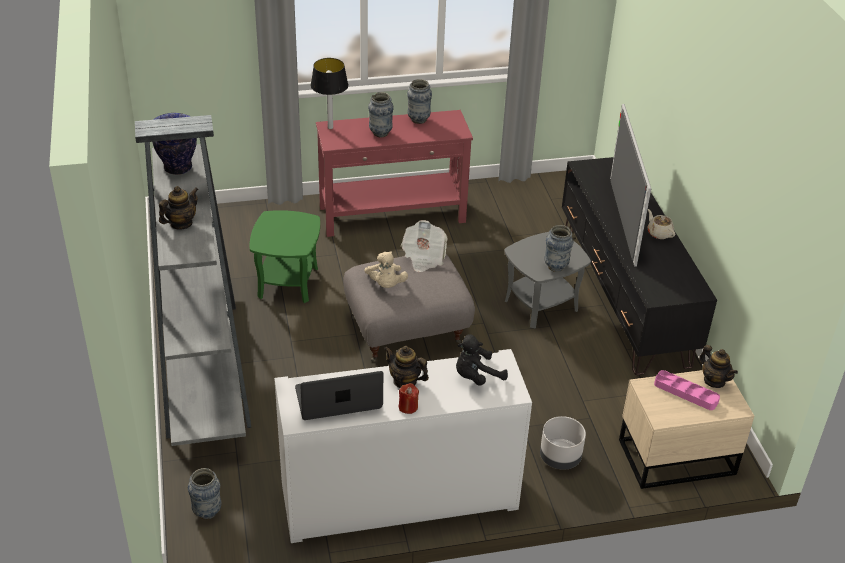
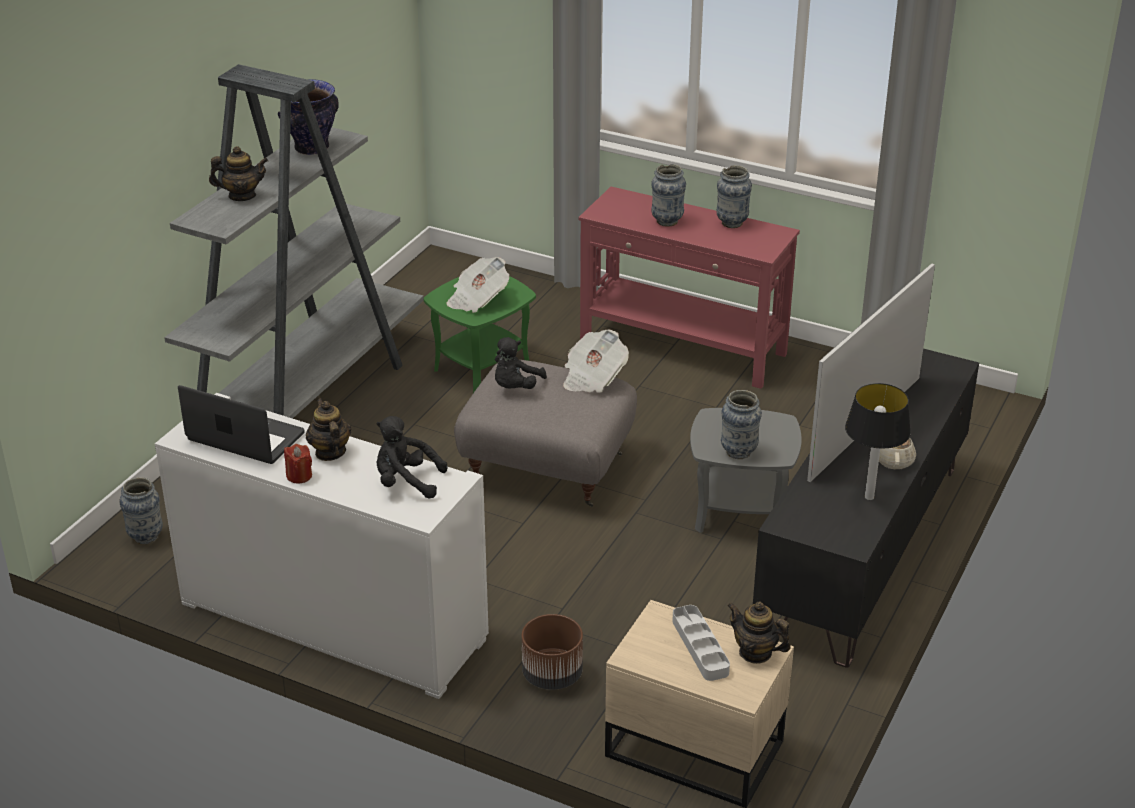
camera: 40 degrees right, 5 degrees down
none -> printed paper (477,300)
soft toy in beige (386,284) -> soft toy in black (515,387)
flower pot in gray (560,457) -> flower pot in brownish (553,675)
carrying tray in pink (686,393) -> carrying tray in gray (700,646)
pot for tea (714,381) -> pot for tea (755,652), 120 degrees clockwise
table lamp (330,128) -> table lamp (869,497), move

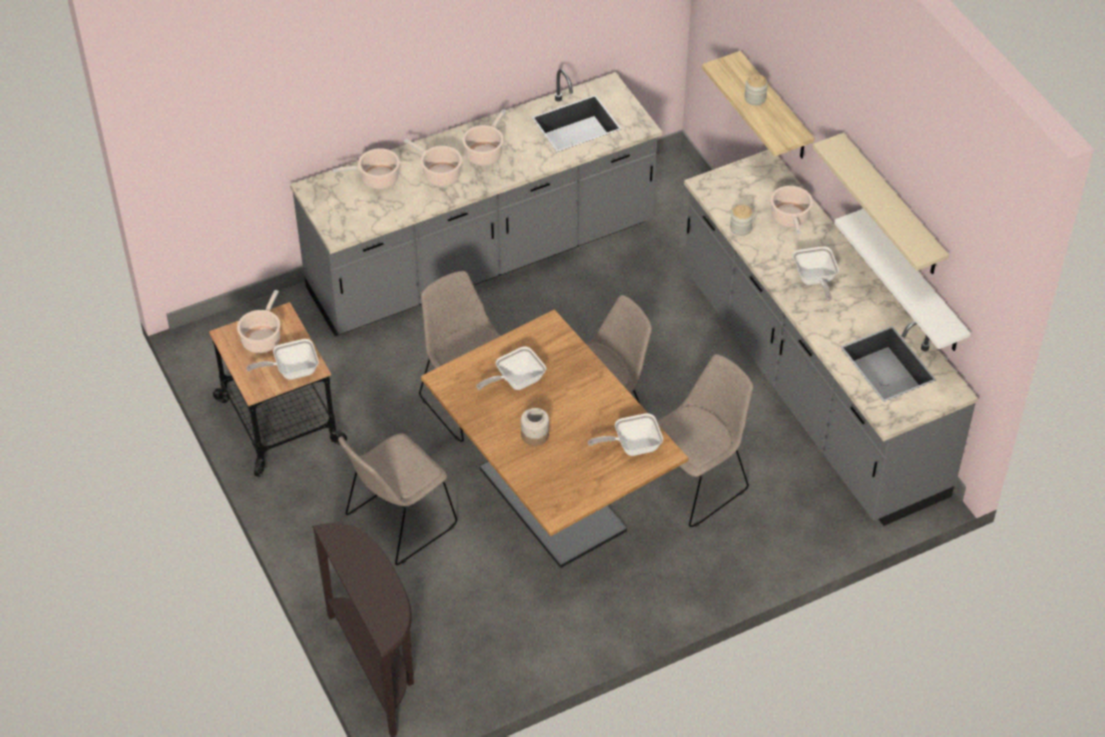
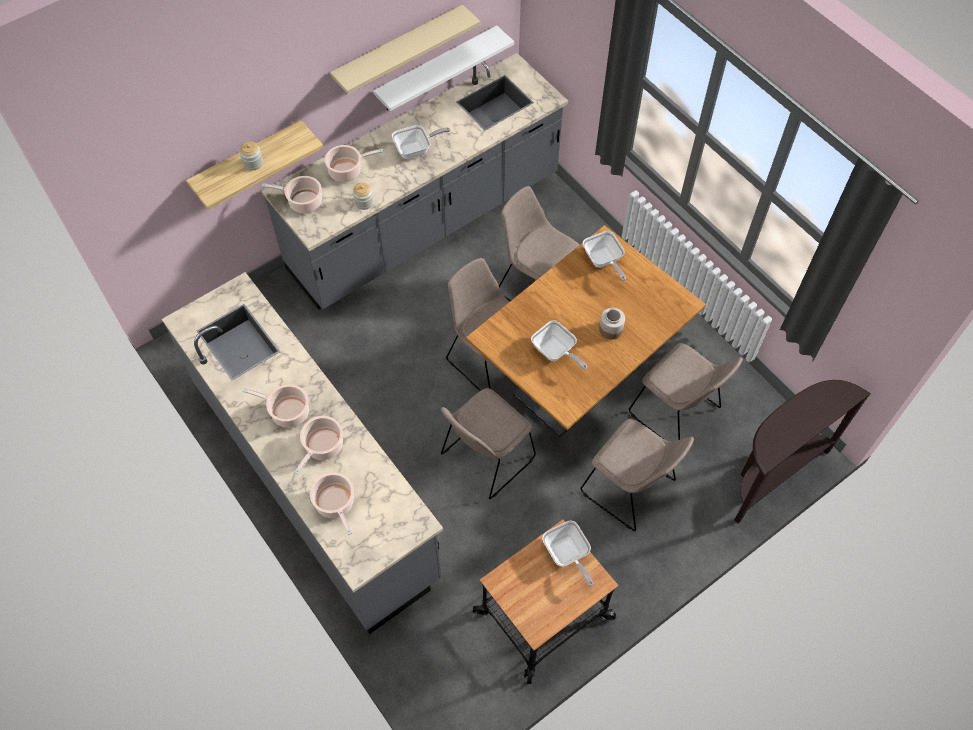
camera: 100 degrees left, 10 degrees up
saucepot (262,338) -> saucepot (303,202), move
none -> upright chair in beige (676,413)

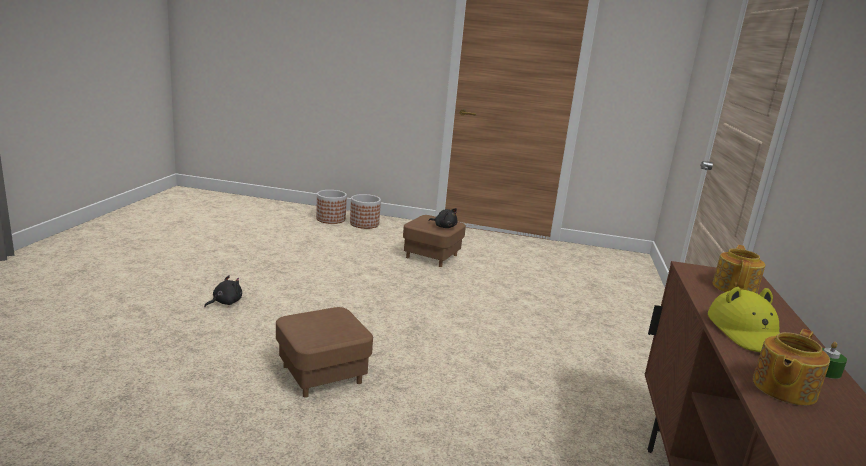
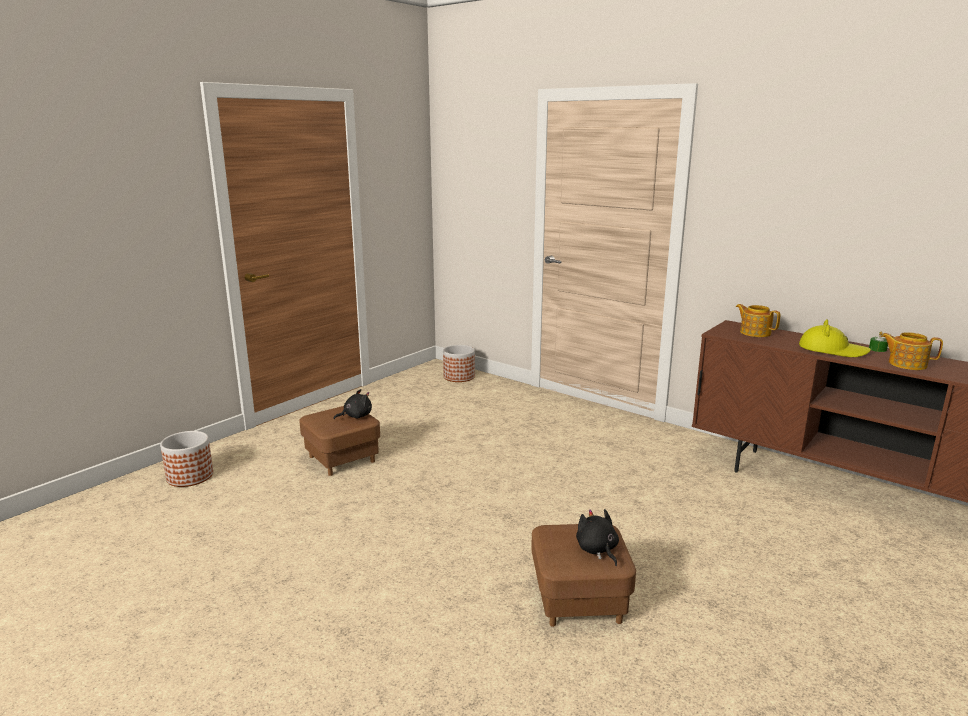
camera: 60 degrees left, 0 degrees up
flower pot (331,219) -> flower pot (459,377), move
soft toy in black (225,302) -> soft toy in black (597,550), move
pot for tea (782,388) -> pot for tea (906,364), 135 degrees clockwise

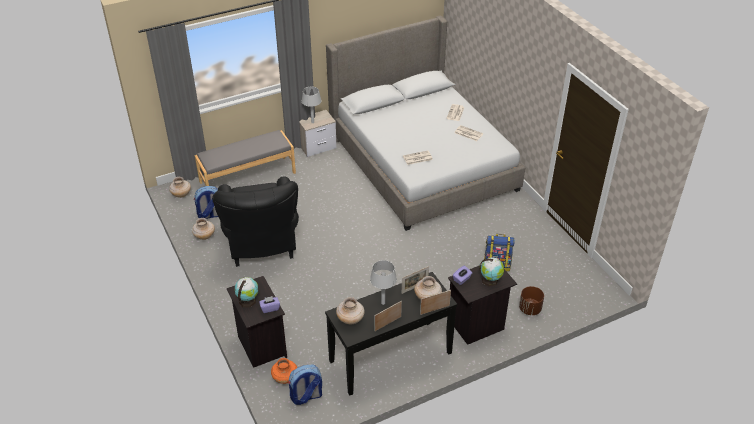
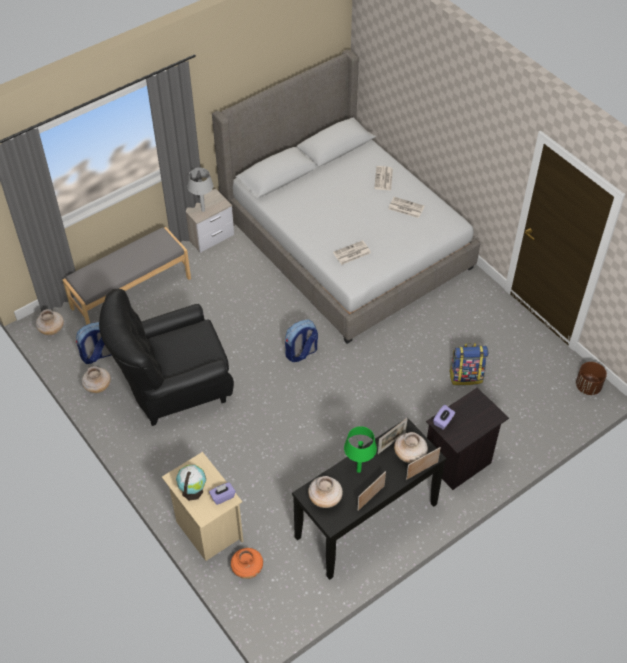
camera: 10 degrees left, 10 degrees up
easy chair in black (261,244) -> easy chair in black (173,388), 90 degrees clockwise
night table in black (261,345) -> night table in beige (207,530)
rucksack (306,396) -> rucksack (301,353), move
table lamp in gray (383,303) -> table lamp in greenish (358,471)
flower pot in brownish (530,309) -> flower pot in brownish (588,387), move
globe (490,280) -> none

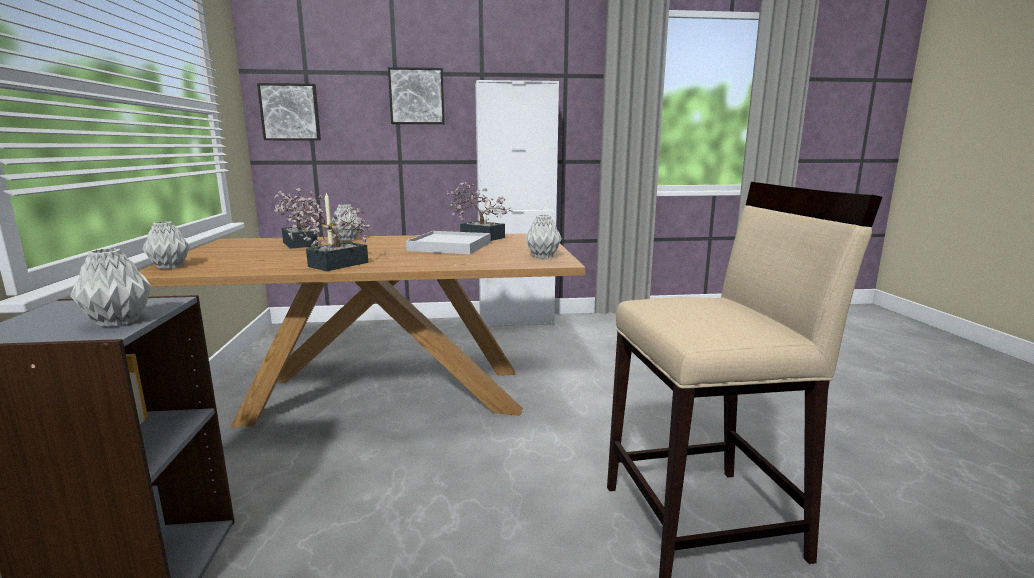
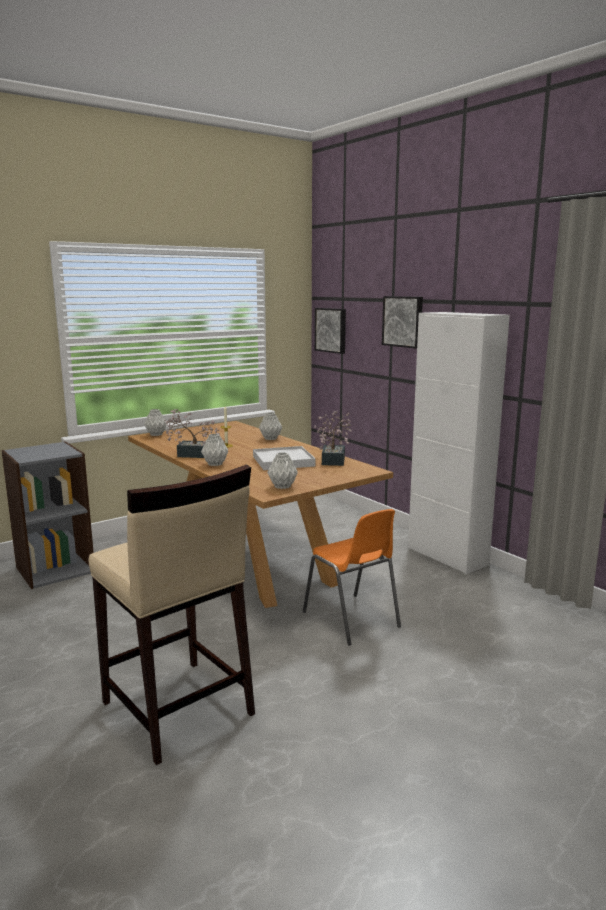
camera: 60 degrees right, 0 degrees up
vase in gray (117,322) -> vase in gray (215,464), move
none -> upright chair in orange-coloured (351,620)
potted plant (300,245) -> none

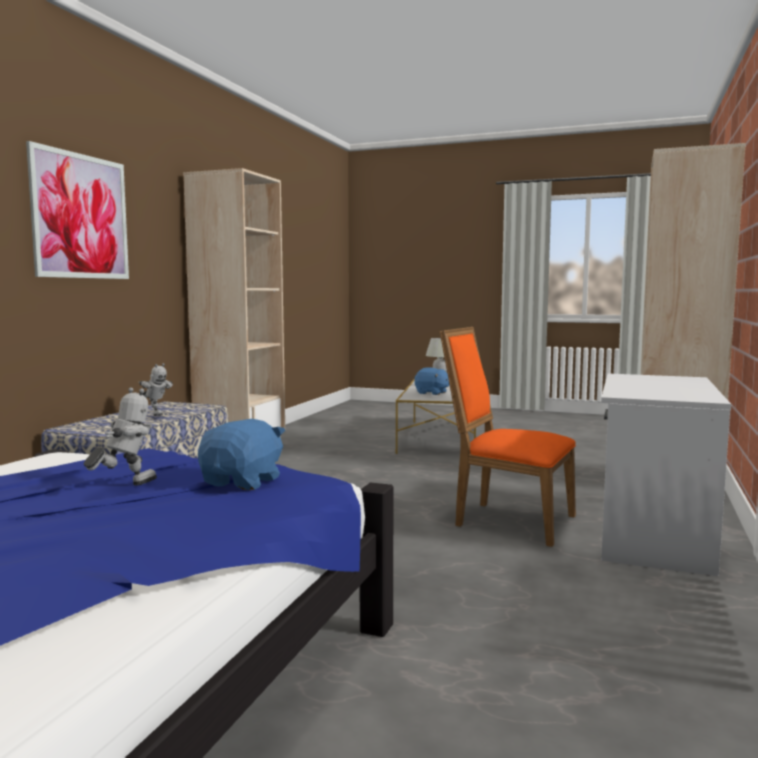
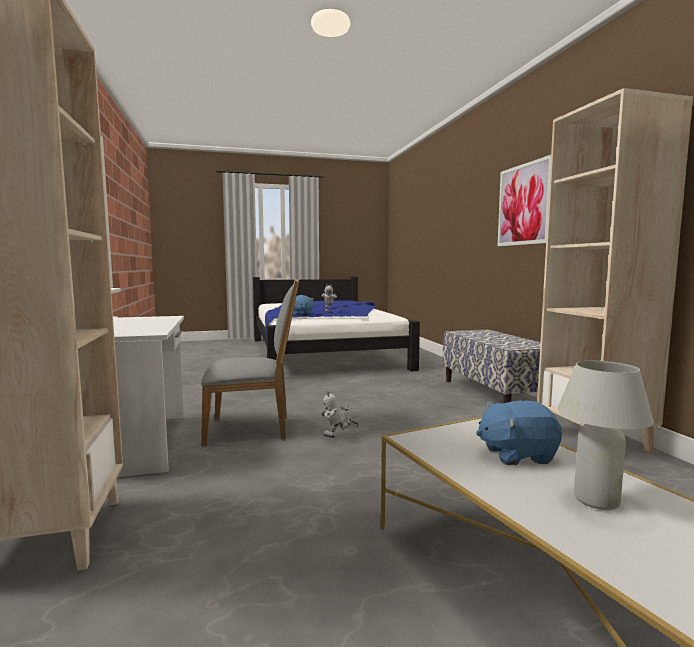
camera: 145 degrees right, 0 degrees up
upright chair in orange-coloured (508,520) -> upright chair in gray (254,429)
toy robot (155,414) -> toy robot (337,438), move

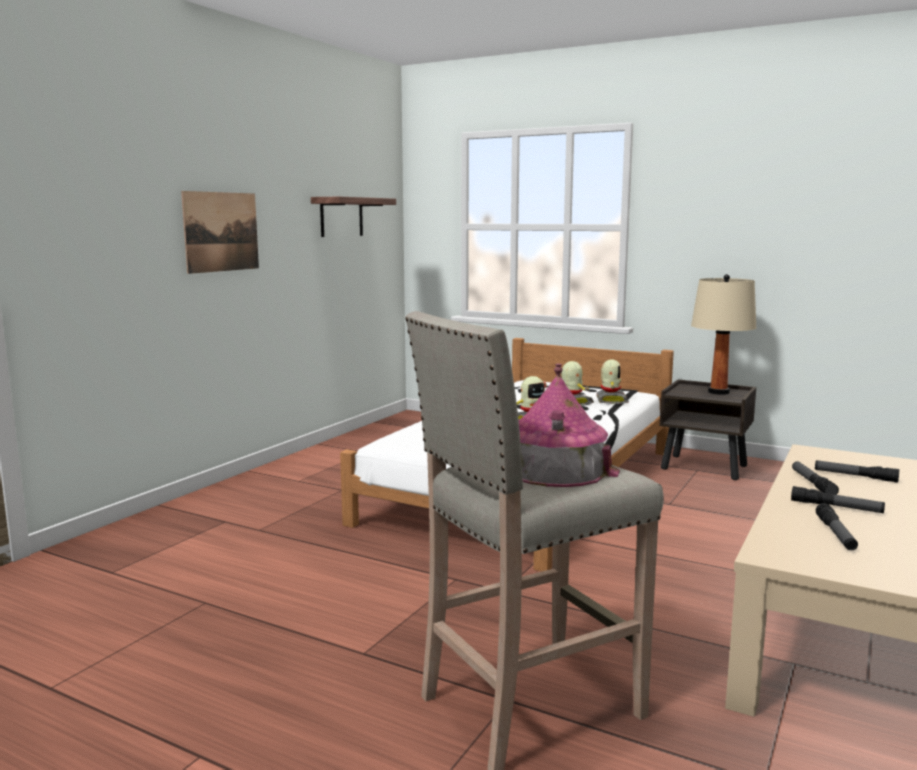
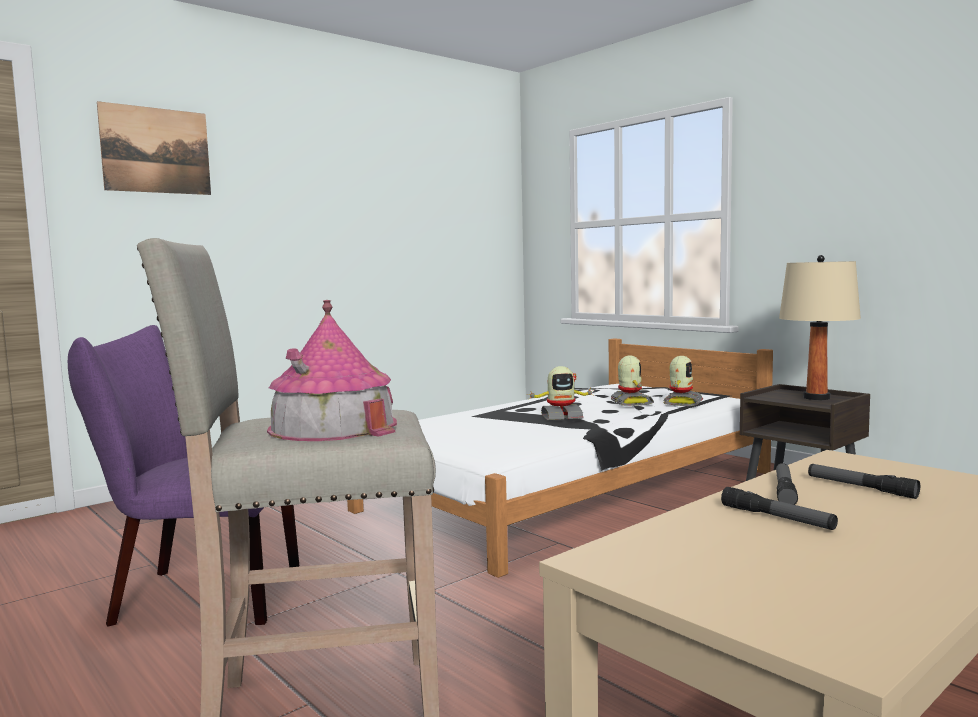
camera: 20 degrees right, 5 degrees down
none -> upright chair in purple-coloured (196,595)
wall picture (221,231) -> wall picture (156,150), move
bracket shelf (341,217) -> none
torch (836,534) -> none

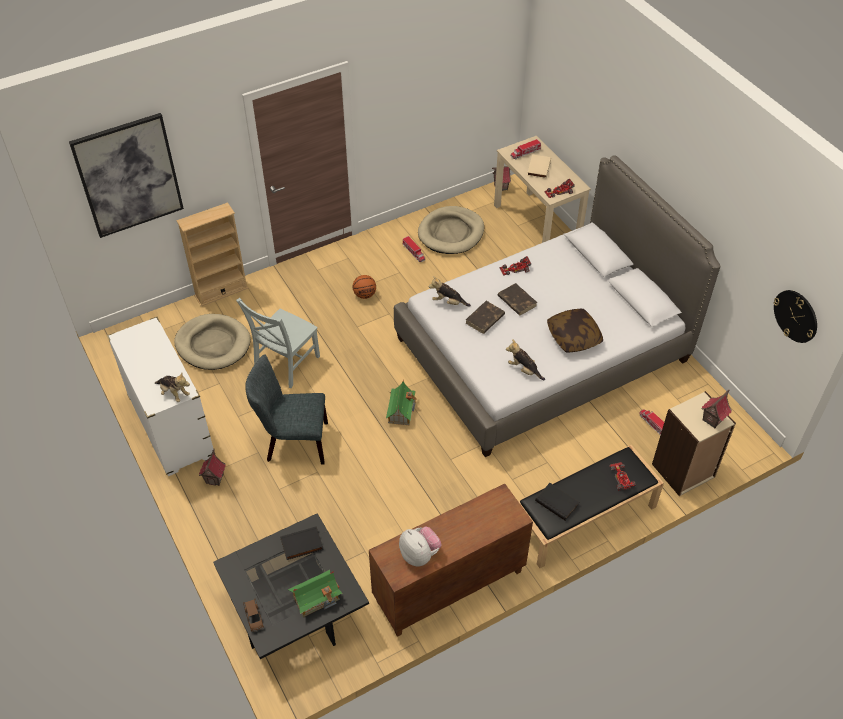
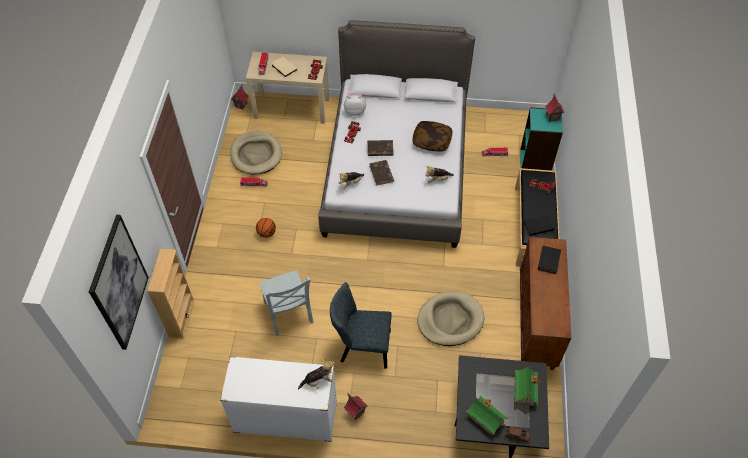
camera: 55 degrees left, 5 degrees up
upright chair in gray (292,442) -> upright chair in gray (361,347), 60 degrees clockwise
soft toy (419,554) -> soft toy (355,111), move
pet bed in beige (213,344) -> pet bed in beige (450,320), move
toy house (401,411) -> toy house (485,418), move
shelving unit in beige (683,471) -> shelving unit in turquoise-coloured (535,162)
volume in black (301,545) -> volume in black (549,261), move
hanging clock (796,316) -> none

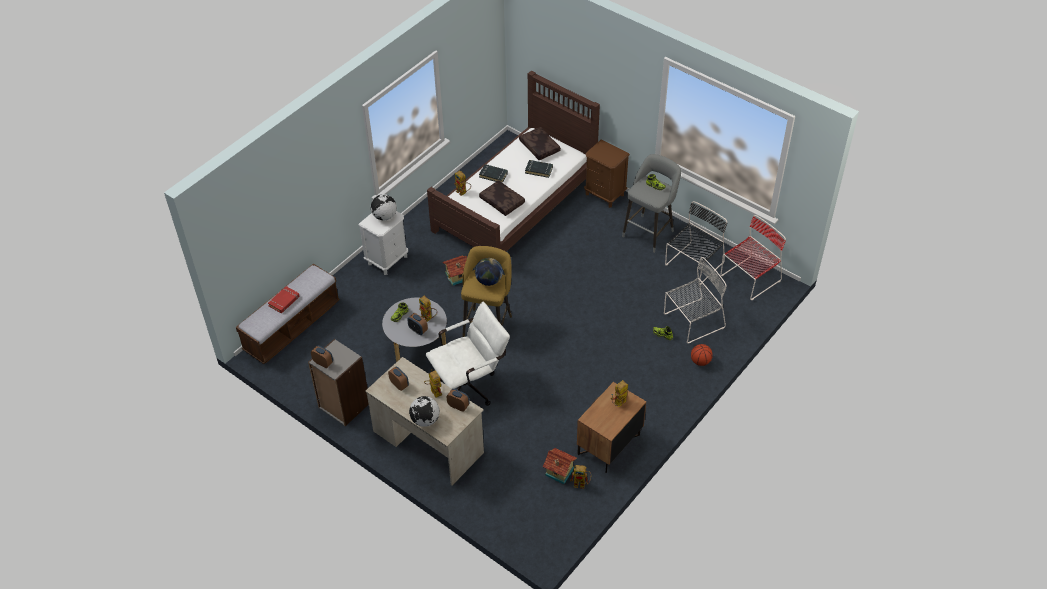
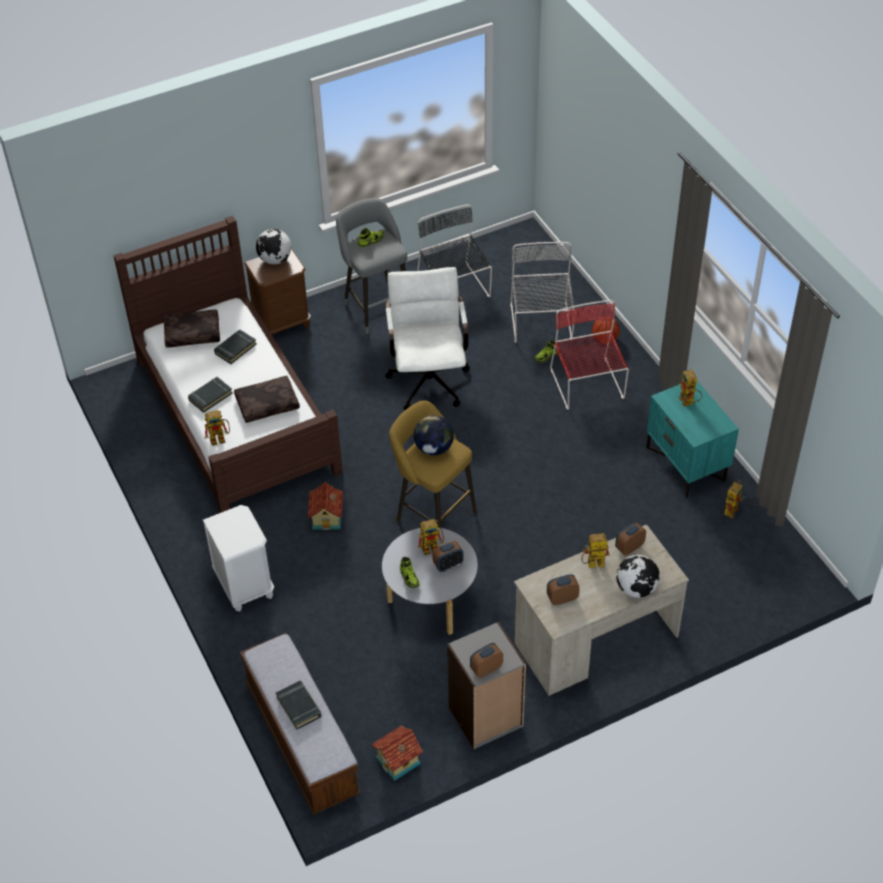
camera: 65 degrees left, 0 degrees up
globe (384,216) -> globe (275,260), move
volume in red-coloured (284,301) -> volume in black (299,706)
toy house (559,472) -> toy house (399,761), move
desk chair in whitish (470,385) -> desk chair in whitish (428,377), move
upright chair in red-coloured (749,279) -> upright chair in red-coloured (587,386), move
night table in brownish (609,445) -> night table in turquoise-coloured (686,464)

